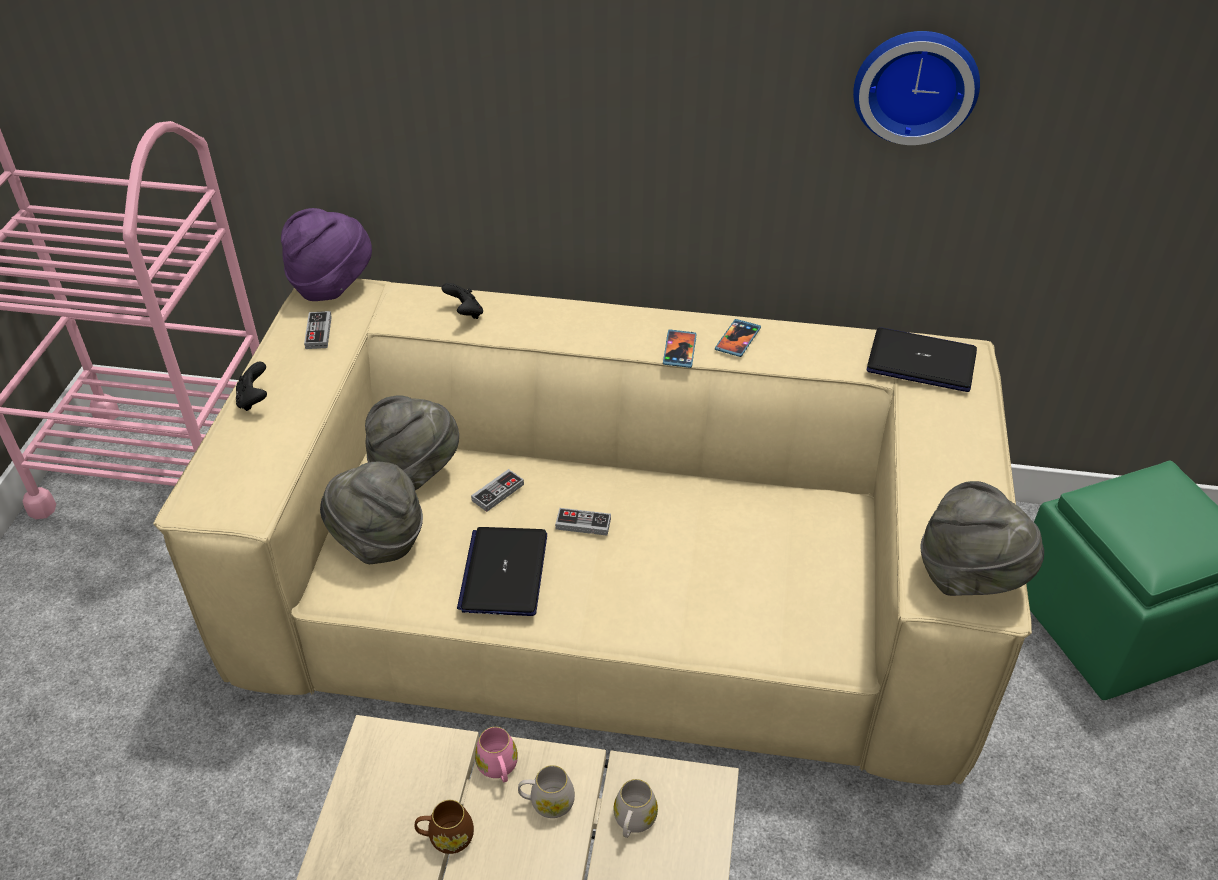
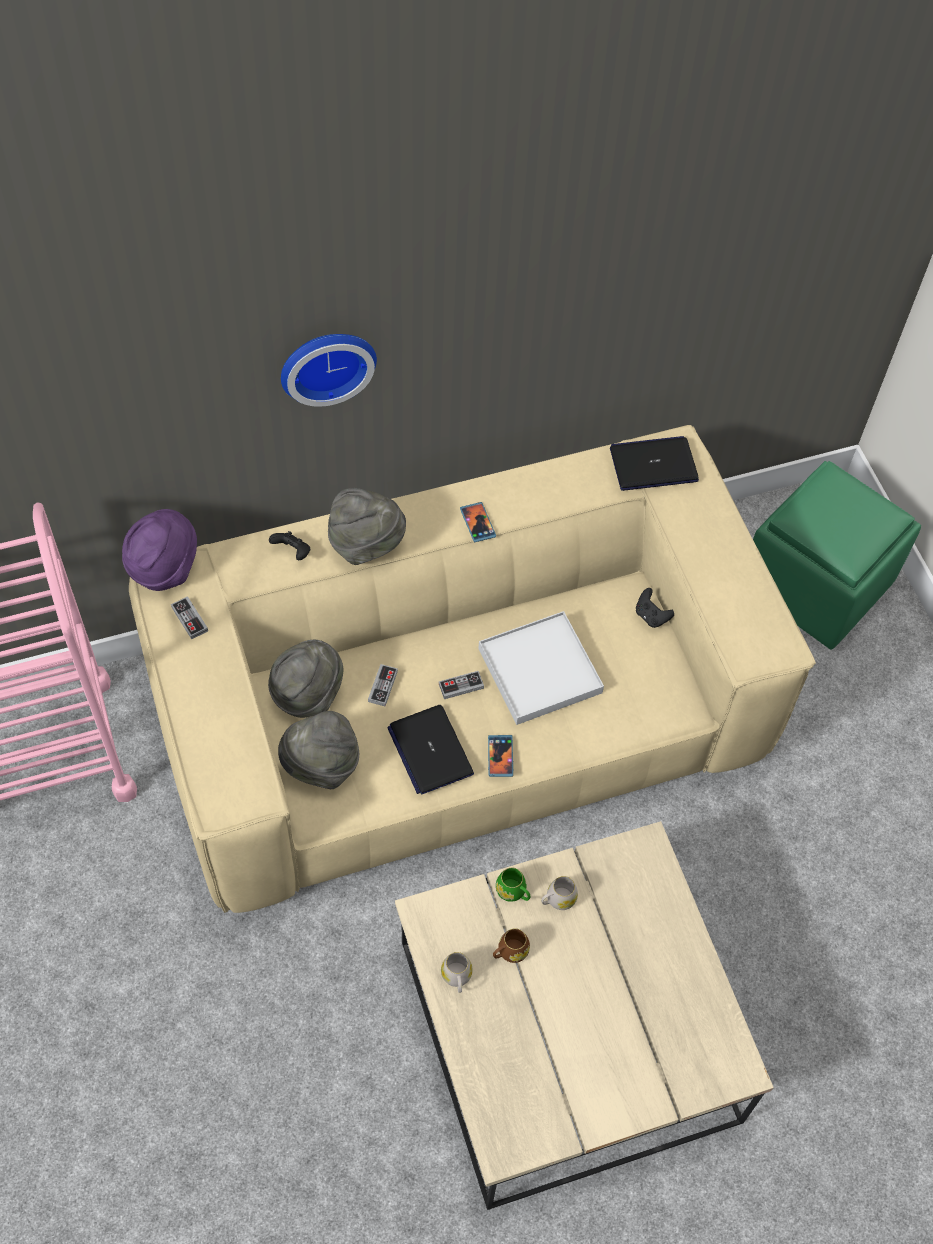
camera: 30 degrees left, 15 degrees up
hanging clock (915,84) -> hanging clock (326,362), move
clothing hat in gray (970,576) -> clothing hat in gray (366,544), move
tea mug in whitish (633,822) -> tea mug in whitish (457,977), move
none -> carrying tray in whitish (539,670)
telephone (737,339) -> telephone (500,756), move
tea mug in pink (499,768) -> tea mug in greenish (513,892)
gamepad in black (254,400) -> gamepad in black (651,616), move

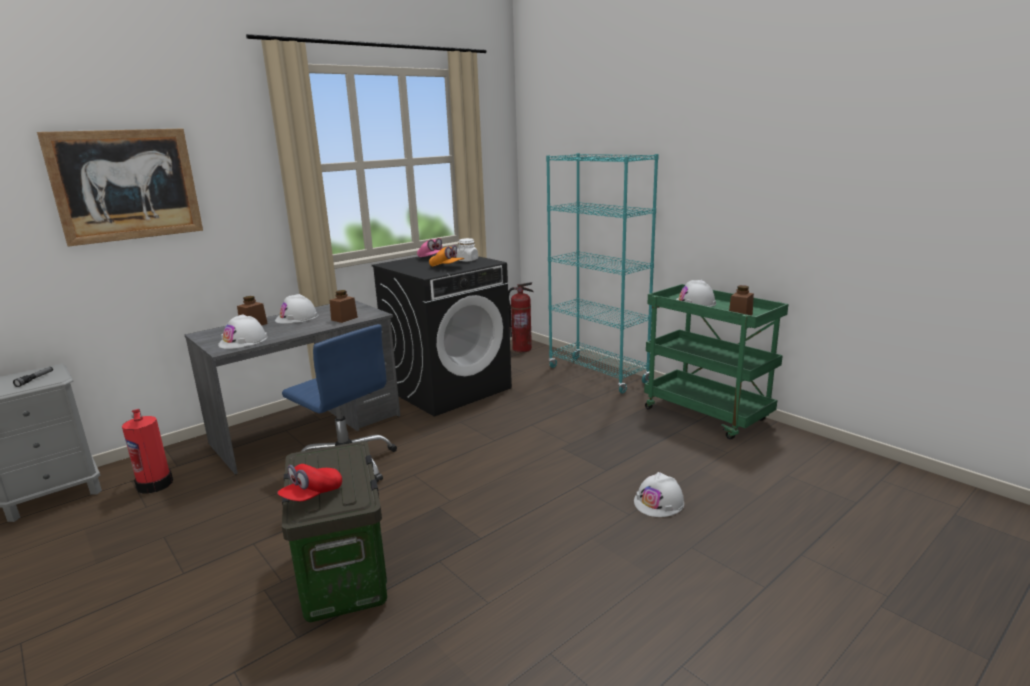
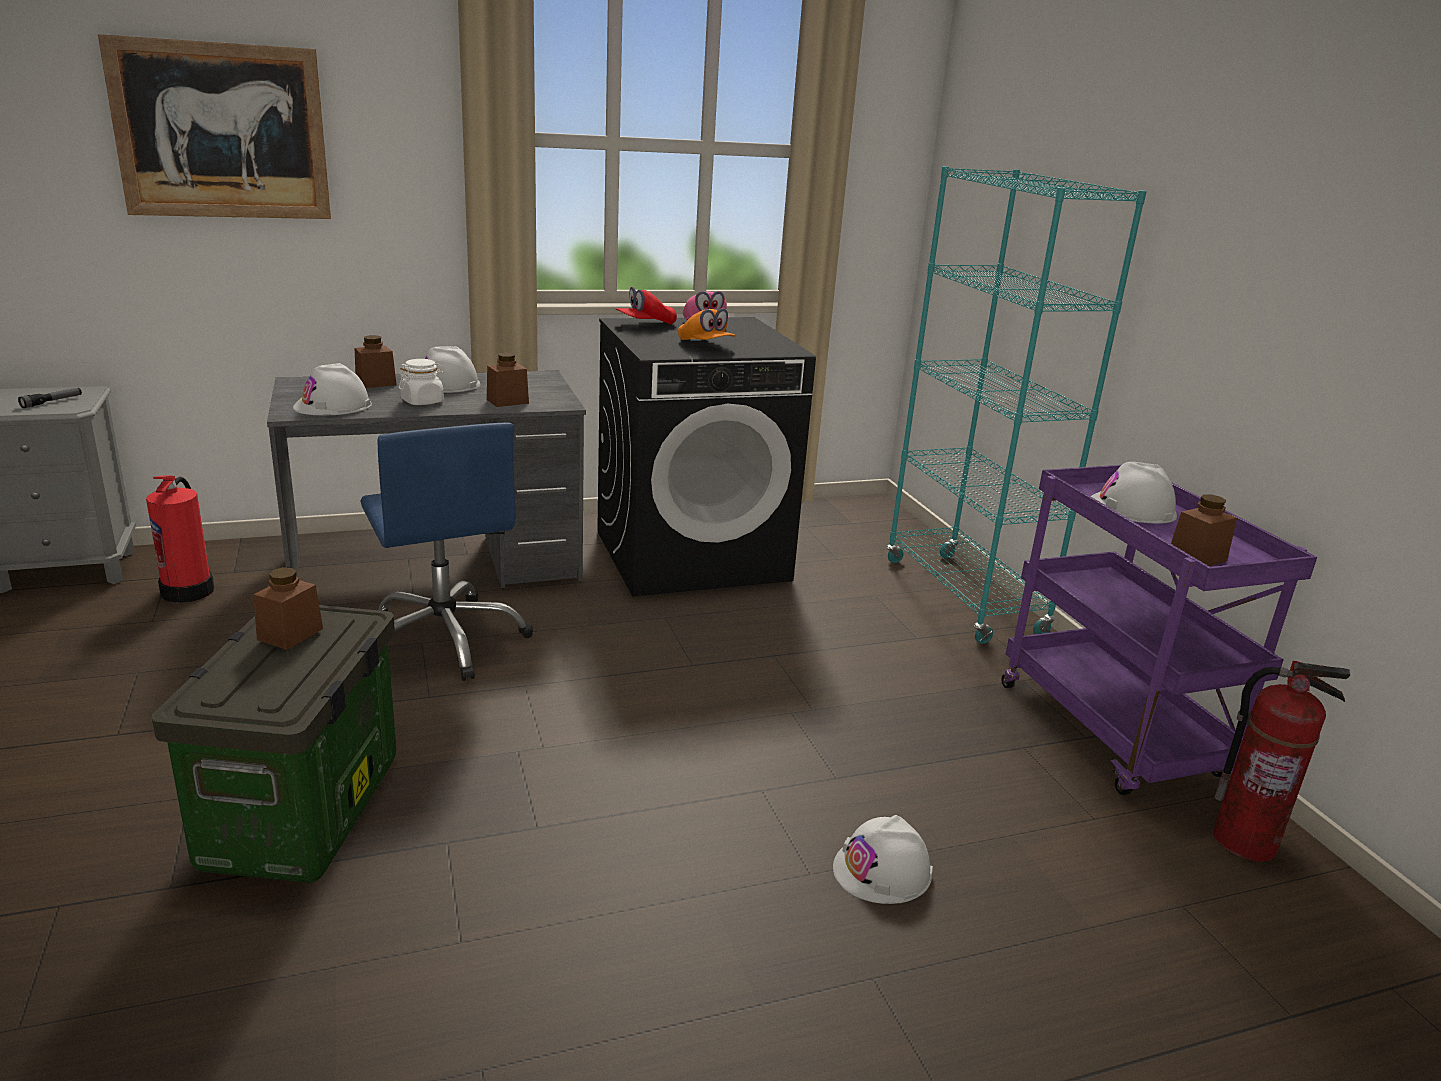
camera: 20 degrees right, 5 degrees up
none -> jar in brownish (290,634)
jar in whitish (467,260) -> jar in whitish (422,401), move
cap in red-coloured (312,495) -> cap in red-coloured (646,324), move
cart in greenish (707,415) -> cart in purple-coloured (1113,733)
extinguisher (522,349) -> extinguisher (1244,842), move

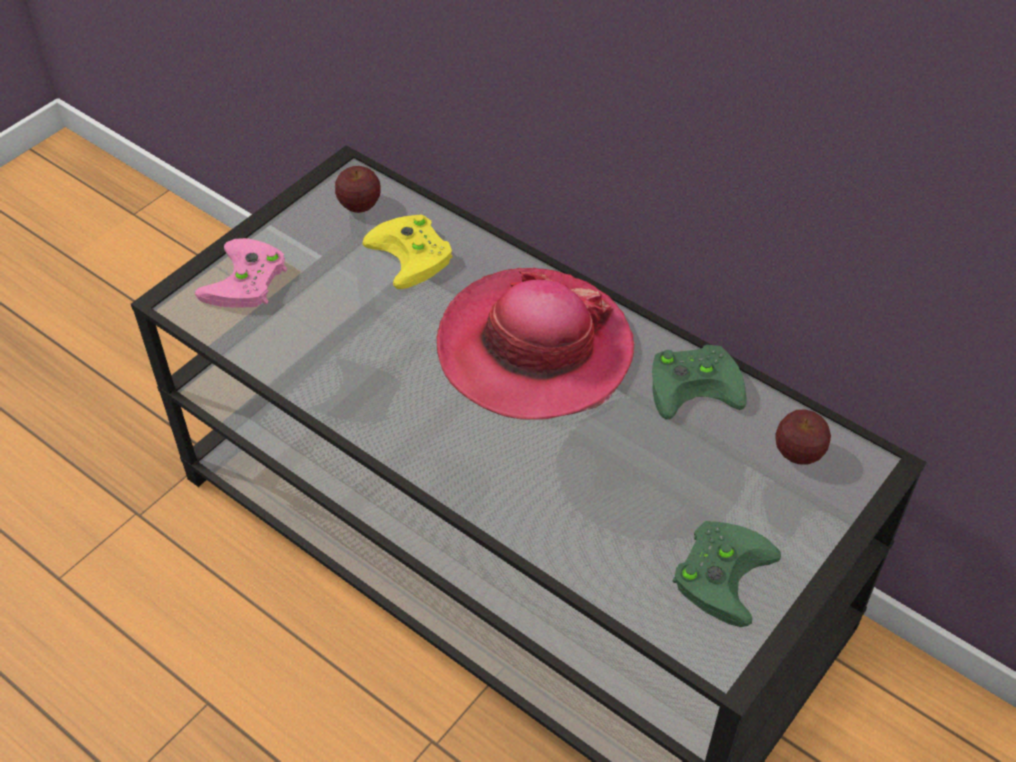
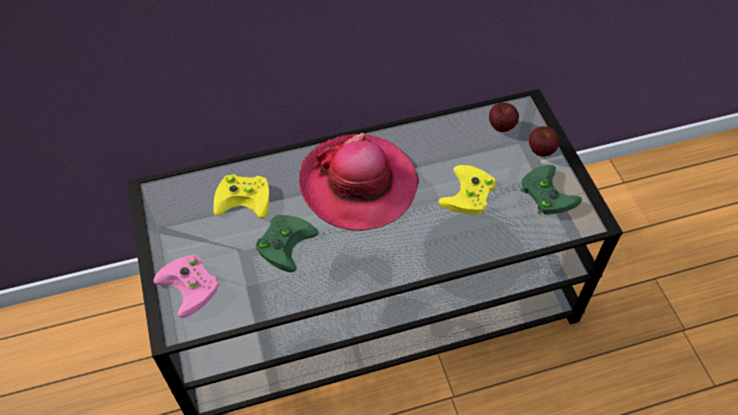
camera: 55 degrees left, 5 degrees up
gamepad in greenish (696,383) -> gamepad in greenish (284,242), move
none -> gamepad in yellow-coloured (469,195)
apple (359,205) -> apple (541,151), move

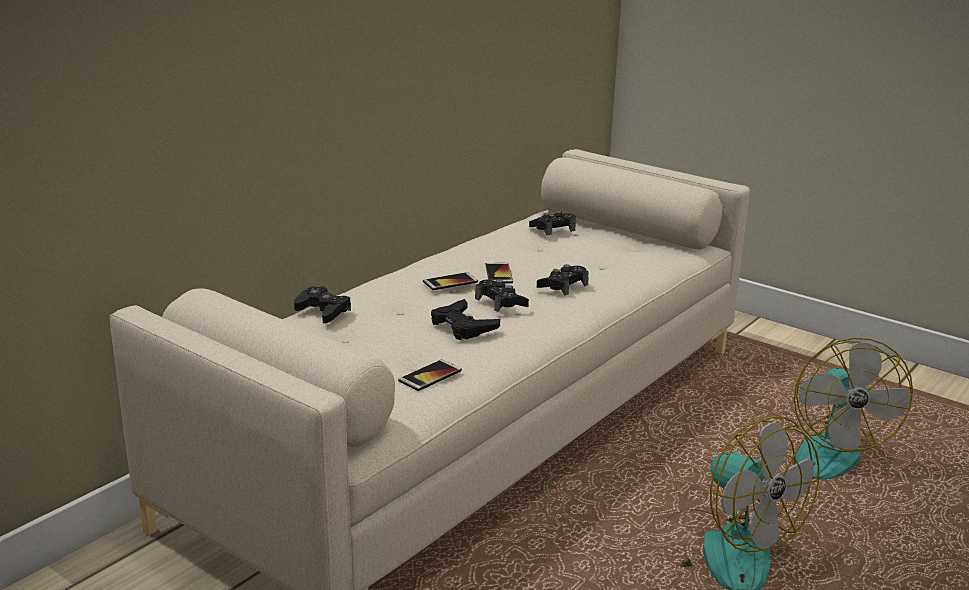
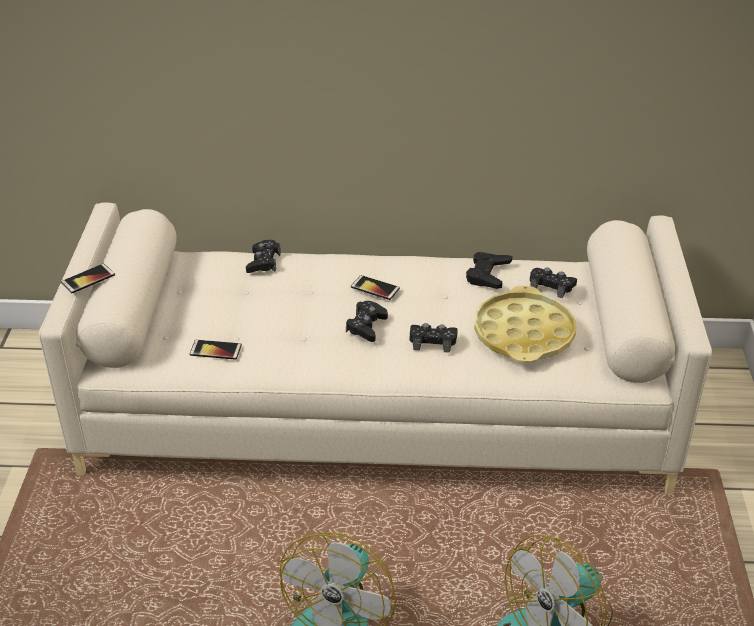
camera: 55 degrees right, 15 degrees up
telephone (498,274) -> telephone (88,279), move
gamepad in black (462,326) -> gamepad in black (488,274), move
none -> carrying tray in yellow-coloured (524,334)

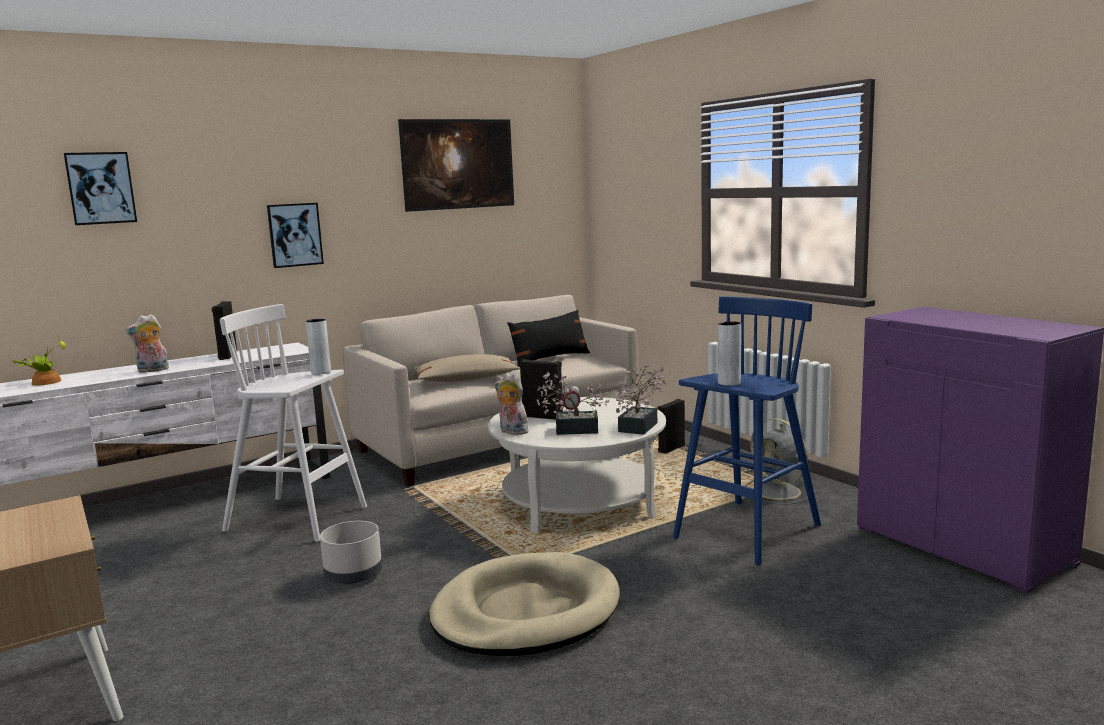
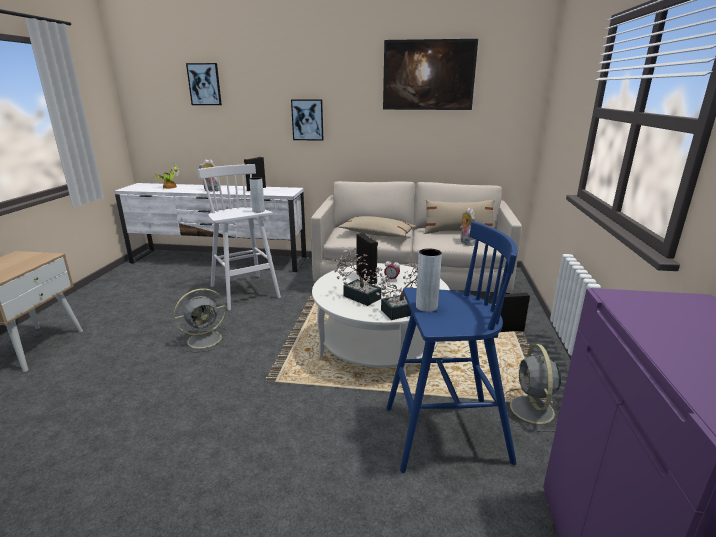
camera: 40 degrees right, 10 degrees up
flower pot in gray (353,574) -> fan in gray (206,339)
pillow in black (550,359) -> pillow in beige (458,232)
soft toy (511,432) -> soft toy (465,243), move
pet bed in beige (525,612) -> none

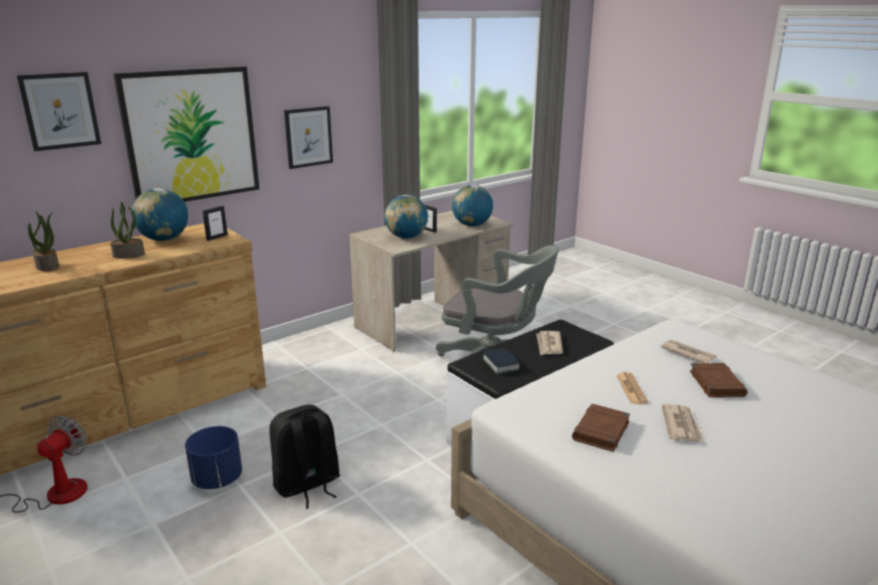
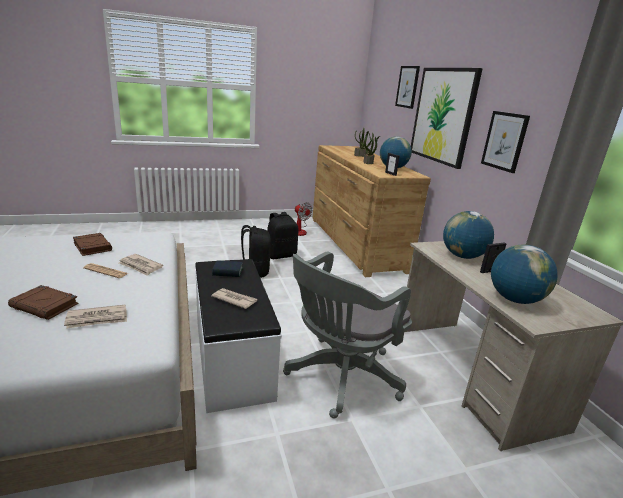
camera: 110 degrees right, 0 degrees up
printed paper (681,425) -> printed paper (140,266), move
flower pot in bluish (217,479) -> rucksack in black (280,255)

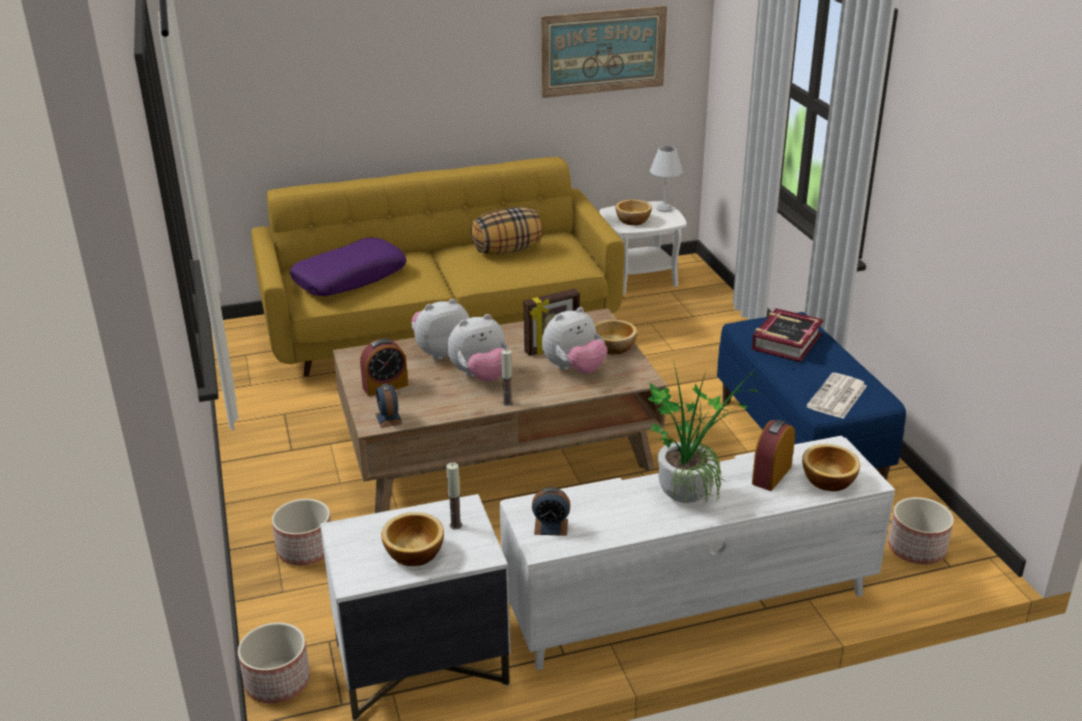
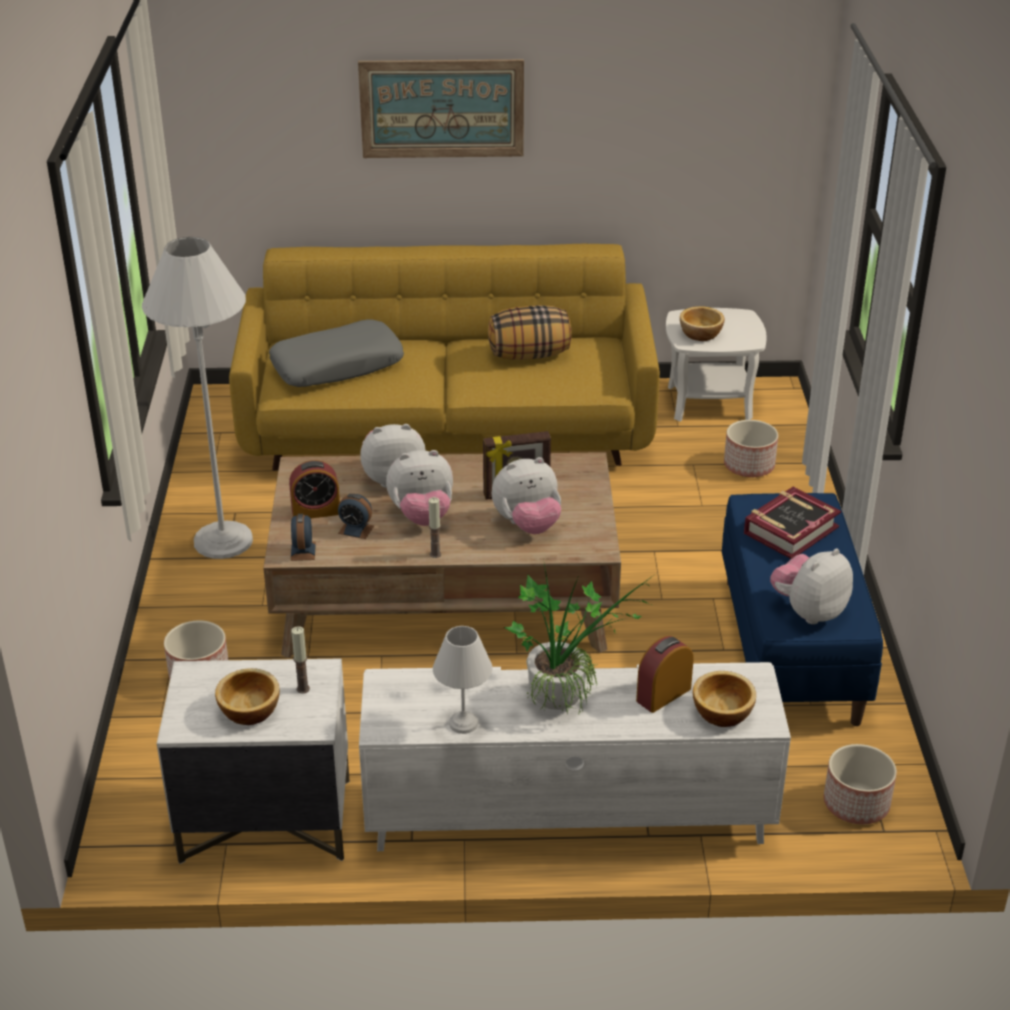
camera: 15 degrees right, 5 degrees up
none -> standard lamp in whitish (223,540)
pillow in purple-coloured (350,278) -> pillow in gray (337,366)
alarm clock (551,526) -> alarm clock (356,529), move
wall picture (603,51) -> wall picture (442,108), move
table lamp in whitish (664,208) -> table lamp in whitish (463,722), move
flower pot (278,682) -> flower pot (749,466), move
printed paper (837,397) -> soft toy (808,611)
bowl (614,347) -> none

